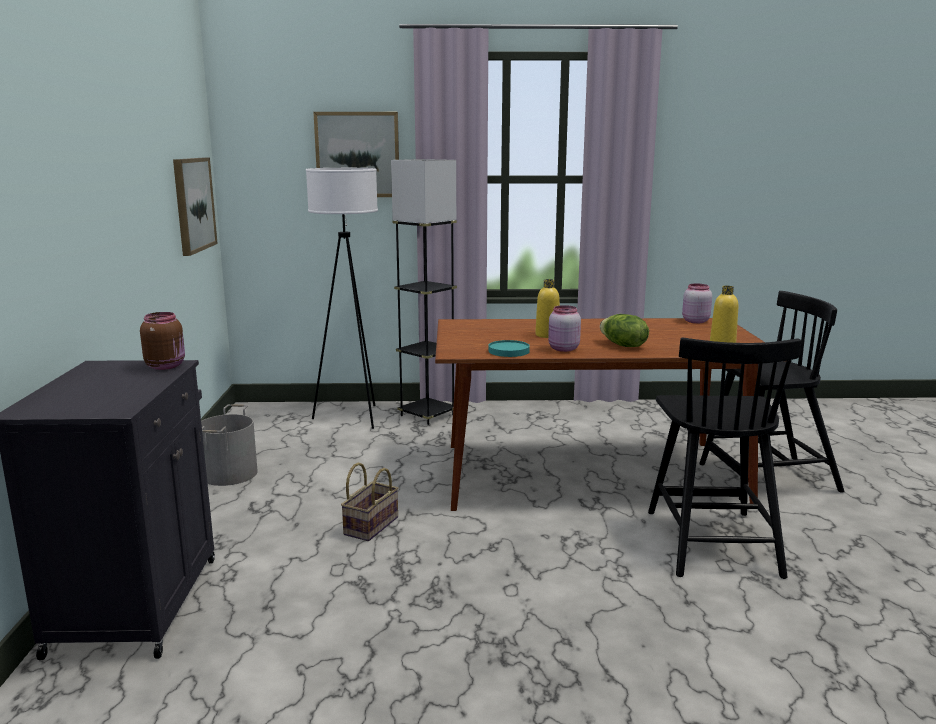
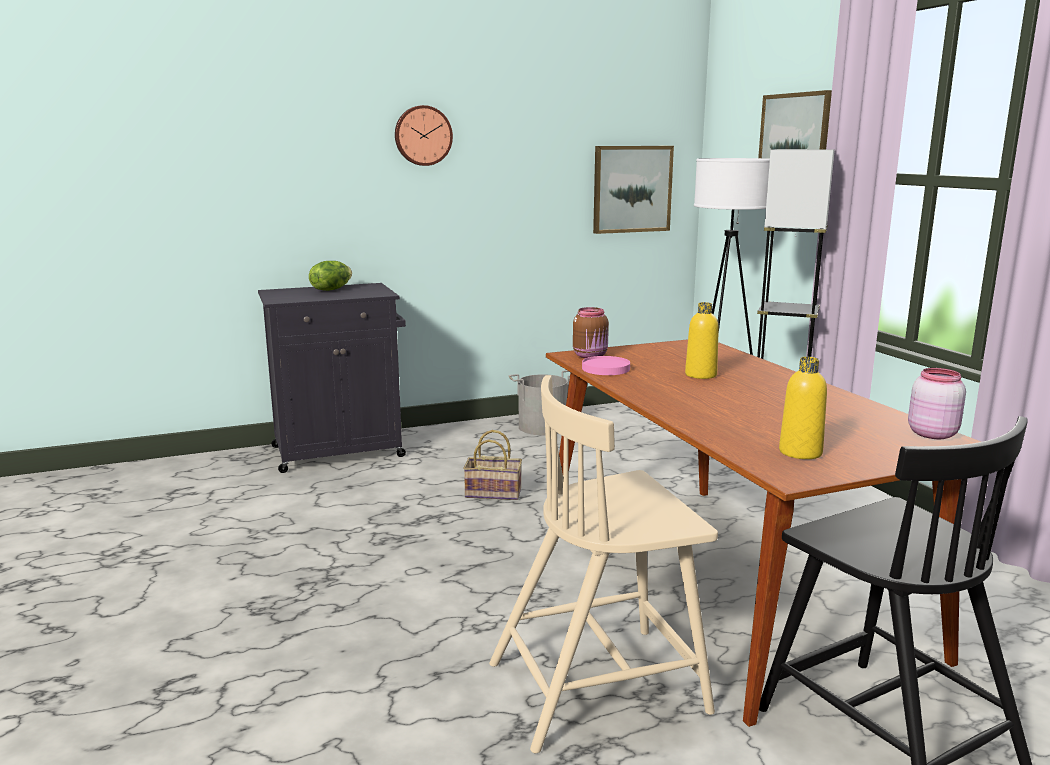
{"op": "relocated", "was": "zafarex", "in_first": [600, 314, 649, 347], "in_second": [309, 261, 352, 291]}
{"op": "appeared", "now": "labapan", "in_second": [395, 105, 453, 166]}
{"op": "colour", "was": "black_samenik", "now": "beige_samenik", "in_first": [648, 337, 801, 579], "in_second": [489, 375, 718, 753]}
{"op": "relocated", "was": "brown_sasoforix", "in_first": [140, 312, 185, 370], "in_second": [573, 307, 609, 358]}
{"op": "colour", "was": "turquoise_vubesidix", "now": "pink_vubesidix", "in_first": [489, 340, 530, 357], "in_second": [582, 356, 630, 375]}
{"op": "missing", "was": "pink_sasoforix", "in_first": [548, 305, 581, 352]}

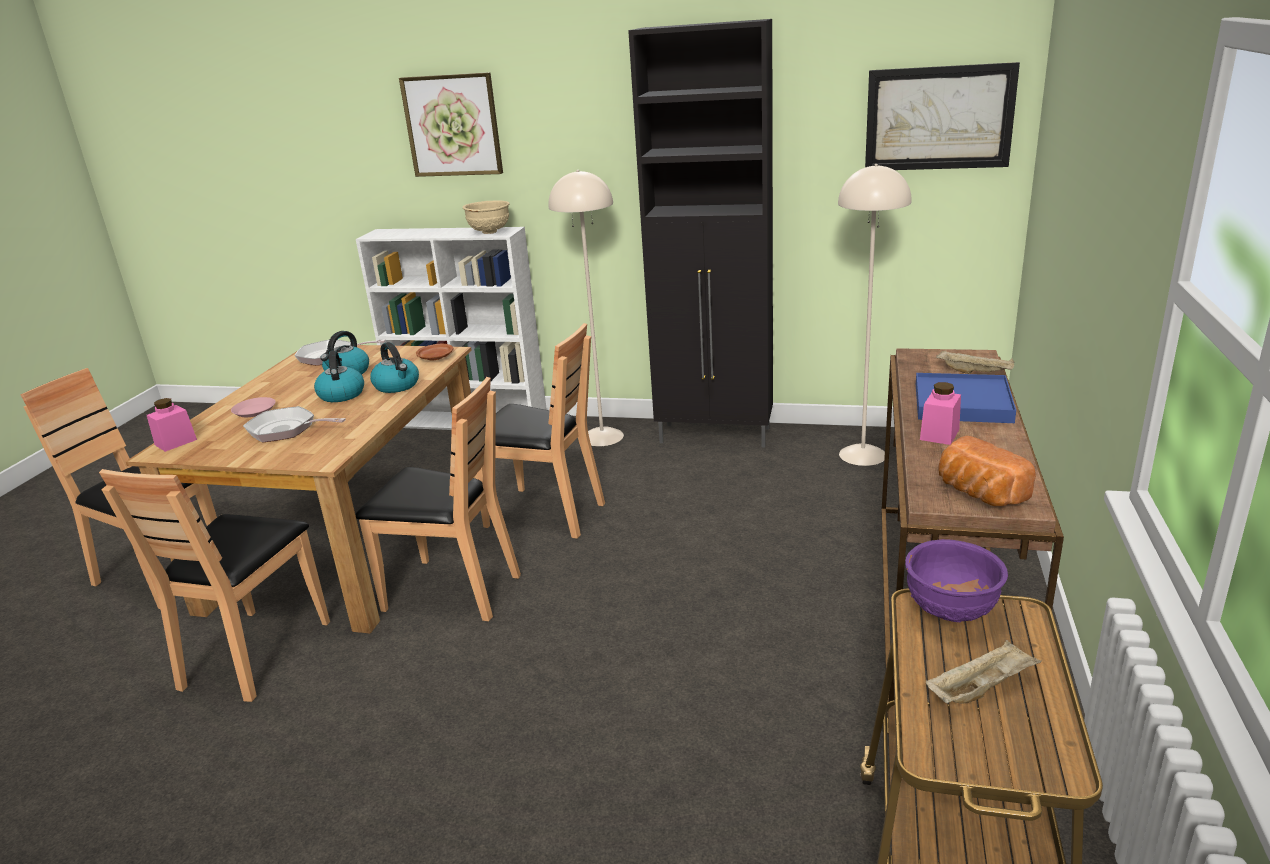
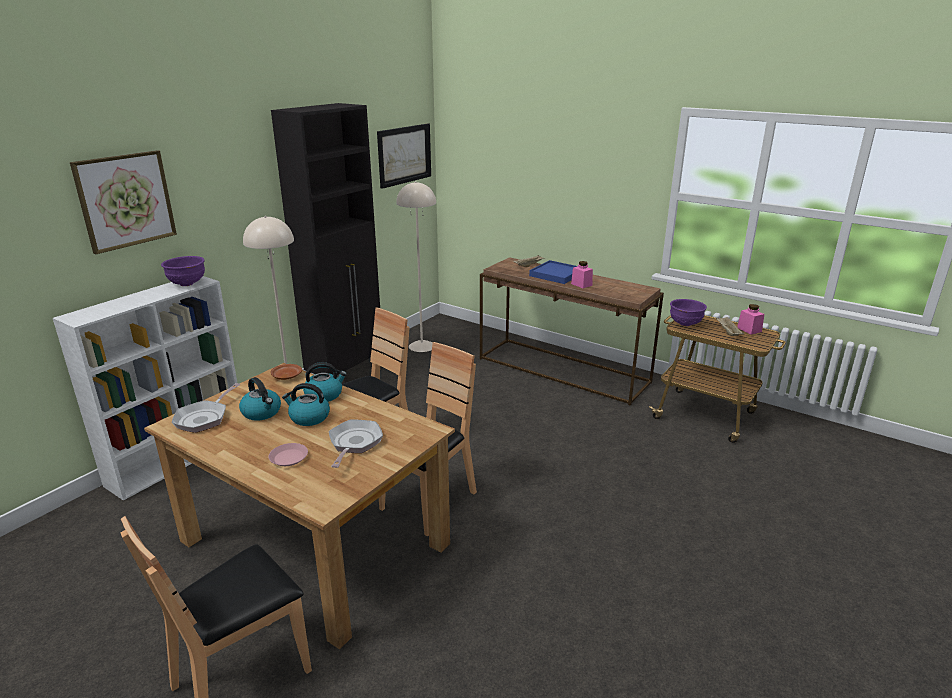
{"op": "colour", "was": "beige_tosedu", "now": "purple_tosedu", "in_first": [463, 201, 510, 234], "in_second": [161, 256, 205, 286]}
{"op": "spun", "was": "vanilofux", "in_first": [243, 406, 346, 442], "in_second": [329, 420, 383, 468], "clockwise": 150}
{"op": "relocated", "was": "pink_sasoforix", "in_first": [147, 398, 197, 452], "in_second": [737, 304, 764, 335]}
{"op": "missing", "was": "brown_samenik", "in_first": [99, 469, 330, 702]}
{"op": "missing", "was": "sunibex", "in_first": [938, 436, 1036, 506]}

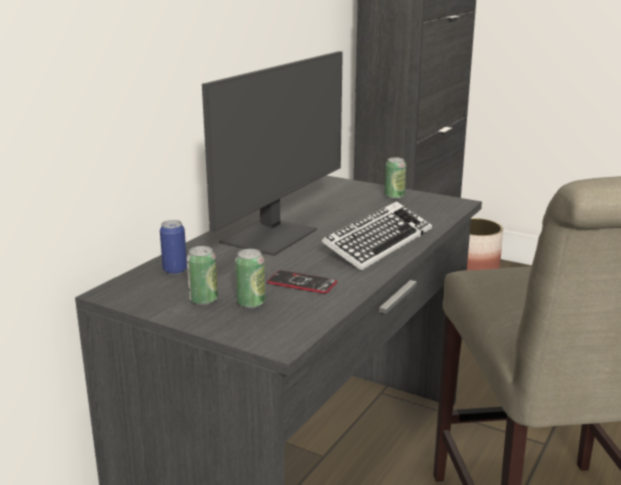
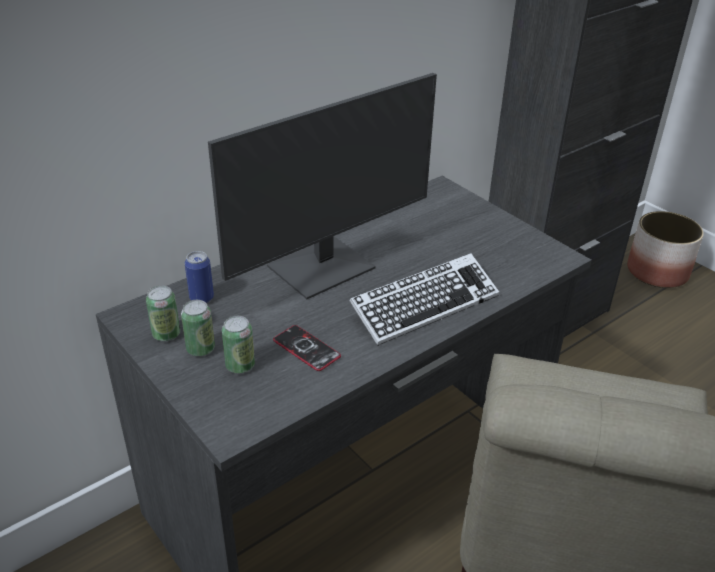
{"op": "relocated", "was": "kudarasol", "in_first": [385, 157, 406, 199], "in_second": [146, 286, 180, 341]}

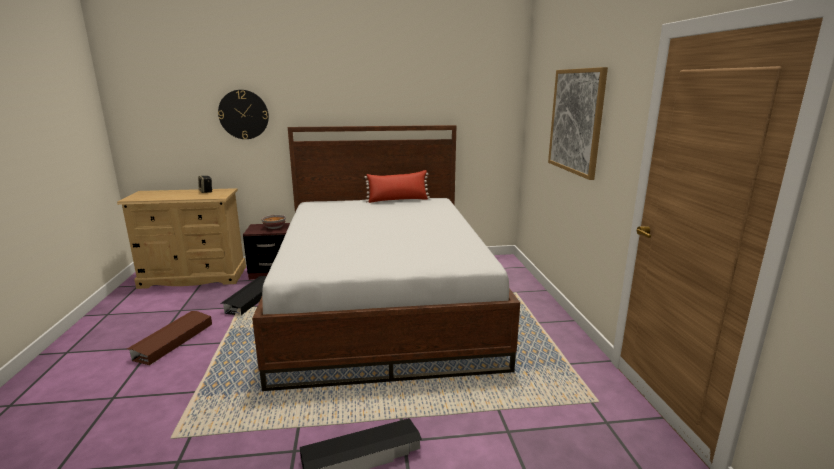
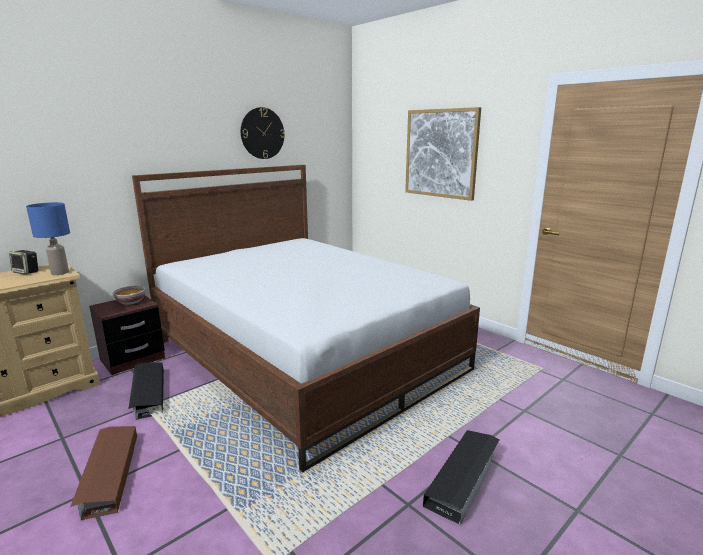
{"op": "appeared", "now": "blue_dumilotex", "in_second": [26, 202, 70, 275]}
{"op": "relocated", "was": "labapan", "in_first": [218, 90, 269, 139], "in_second": [241, 107, 285, 159]}
{"op": "missing", "was": "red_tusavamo", "in_first": [364, 170, 430, 203]}

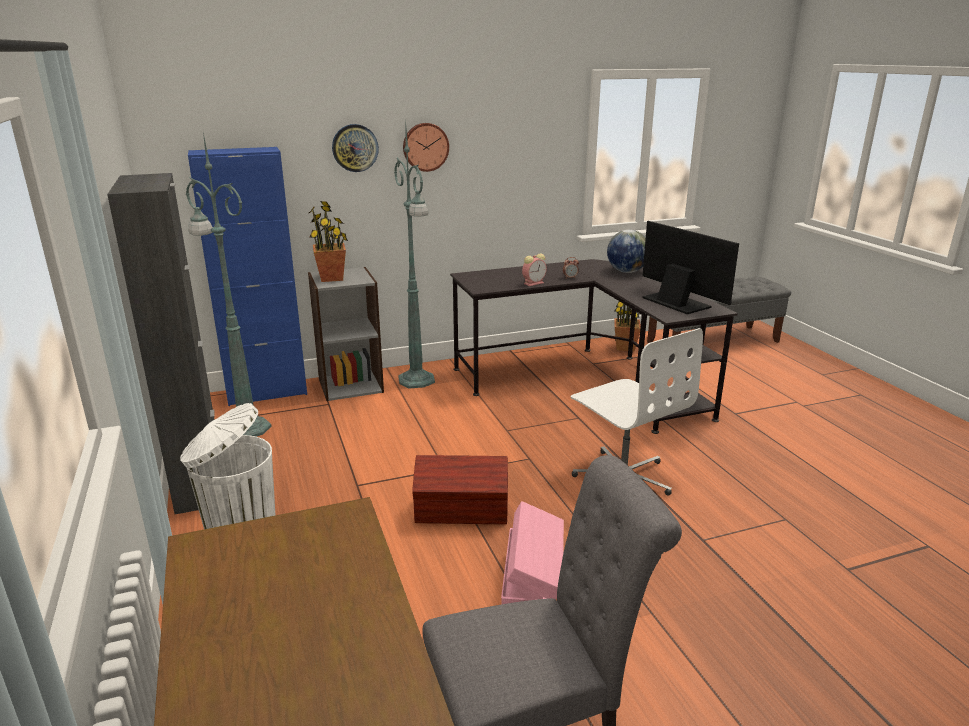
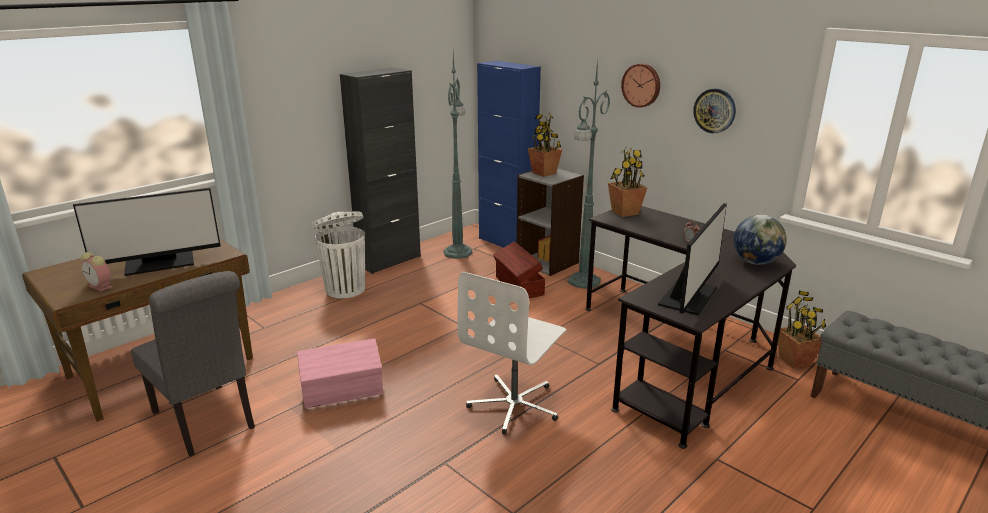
{"op": "appeared", "now": "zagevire", "in_second": [73, 188, 221, 276]}
{"op": "relocated", "was": "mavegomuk", "in_first": [522, 253, 547, 286], "in_second": [81, 252, 112, 292]}
{"op": "relocated", "was": "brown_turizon", "in_first": [412, 455, 508, 524], "in_second": [493, 241, 545, 298]}
{"op": "appeared", "now": "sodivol", "in_second": [608, 146, 647, 217]}
{"op": "relocated", "was": "labapan", "in_first": [332, 124, 379, 172], "in_second": [693, 88, 736, 133]}

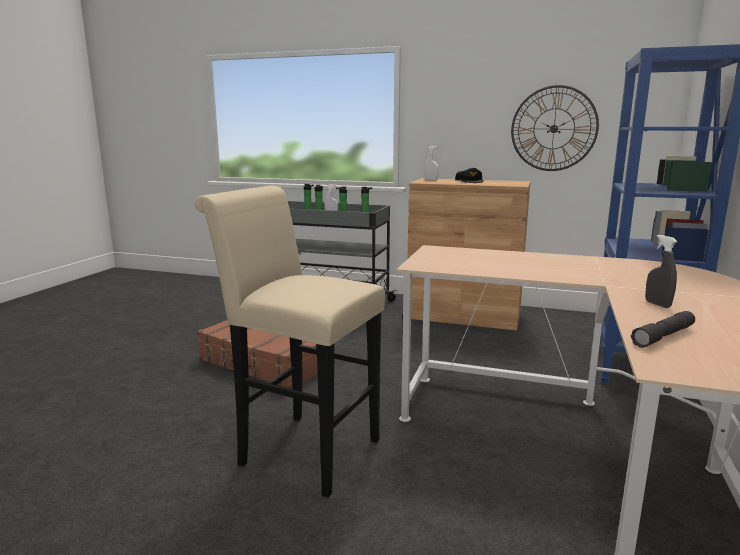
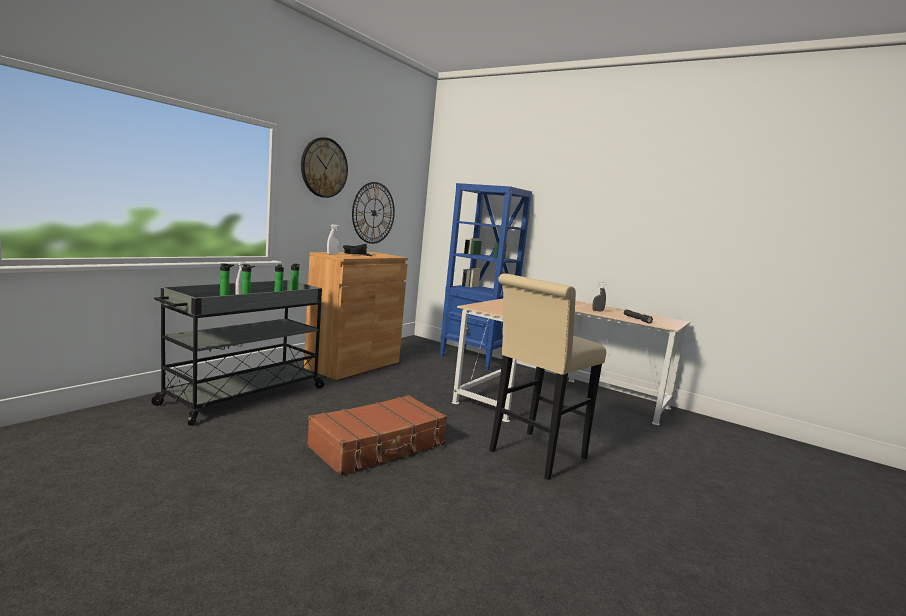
{"op": "appeared", "now": "labapan", "in_second": [301, 138, 348, 198]}

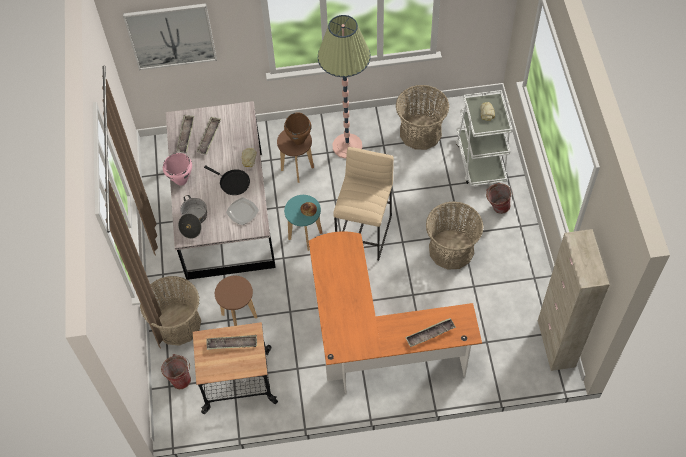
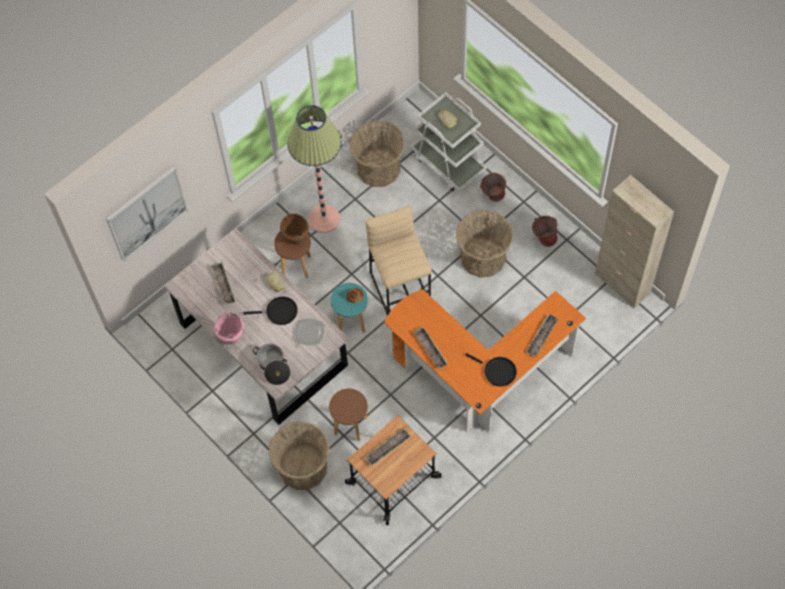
{"op": "relocated", "was": "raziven", "in_first": [176, 115, 194, 153], "in_second": [413, 326, 448, 369]}
{"op": "appeared", "now": "black_vanilofux", "in_second": [465, 353, 517, 387]}
{"op": "relocated", "was": "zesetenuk", "in_first": [161, 354, 191, 389], "in_second": [532, 216, 559, 247]}

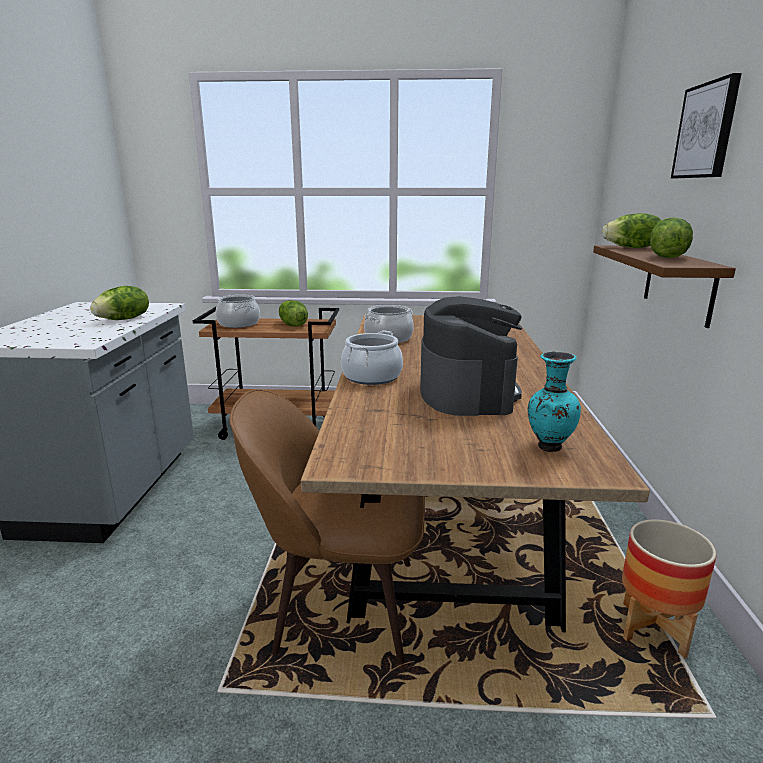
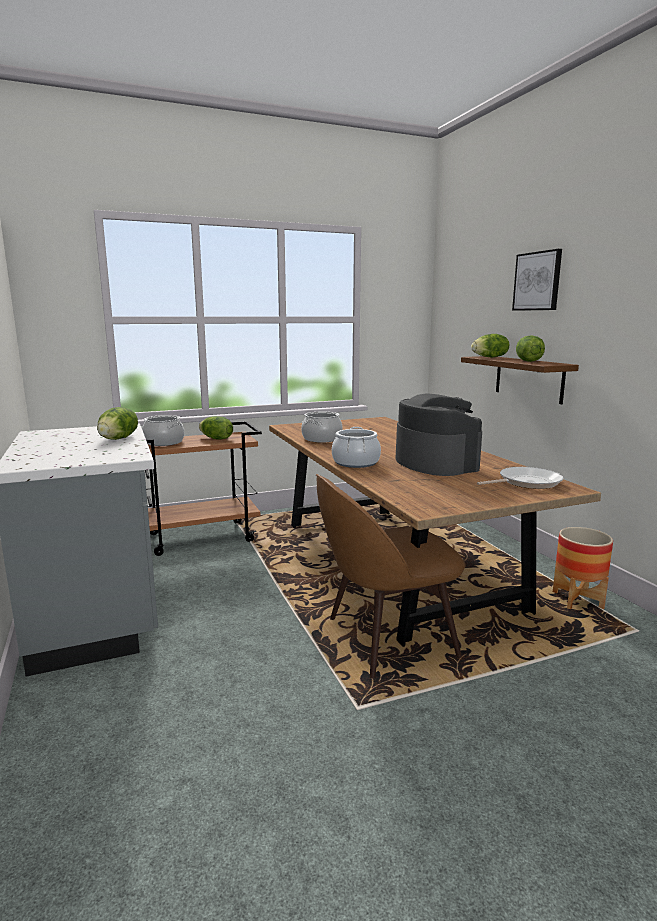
{"op": "exchanged", "was": "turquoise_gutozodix", "now": "vanilofux", "in_first": [528, 351, 581, 452], "in_second": [477, 467, 563, 489]}

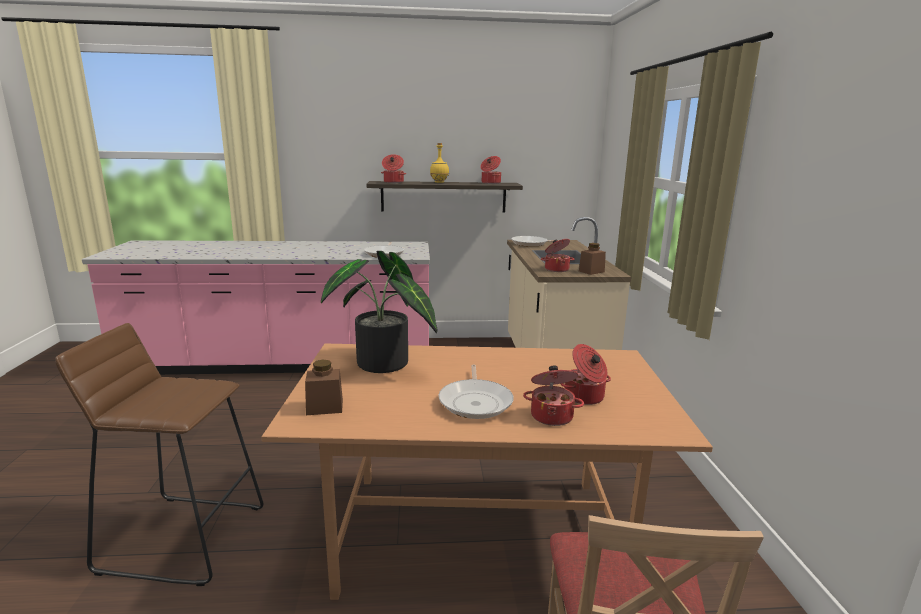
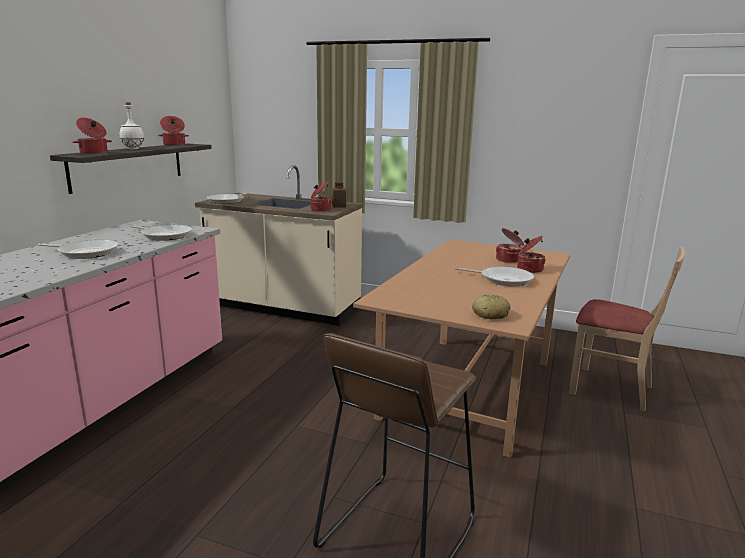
{"op": "appeared", "now": "vanilofux", "in_second": [38, 240, 119, 259]}
{"op": "colour", "was": "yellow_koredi", "now": "white_koredi", "in_first": [430, 143, 449, 183], "in_second": [120, 102, 144, 149]}
{"op": "exchanged", "was": "brown_sasoforix", "now": "sunibex", "in_first": [305, 360, 343, 415], "in_second": [472, 294, 510, 319]}
{"op": "missing", "was": "sodivol", "in_first": [321, 251, 438, 373]}

